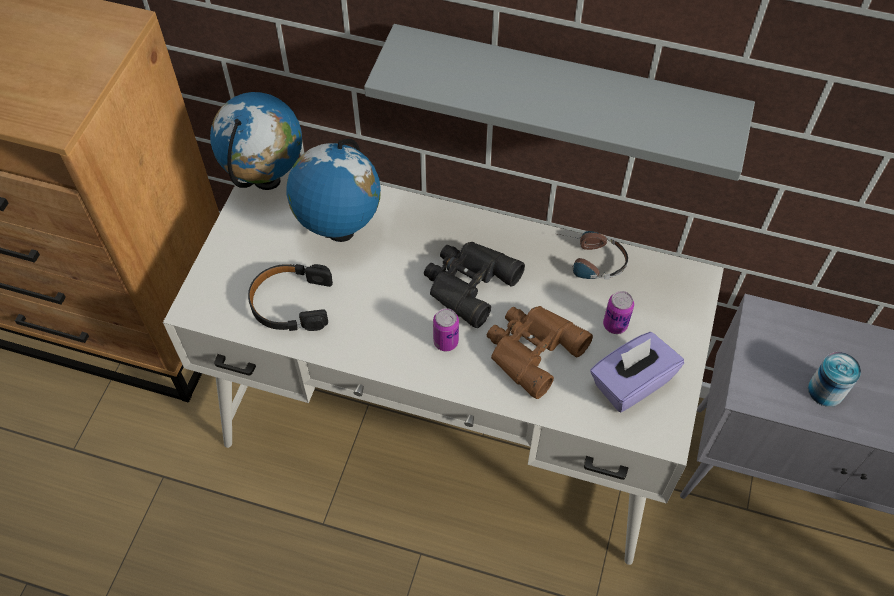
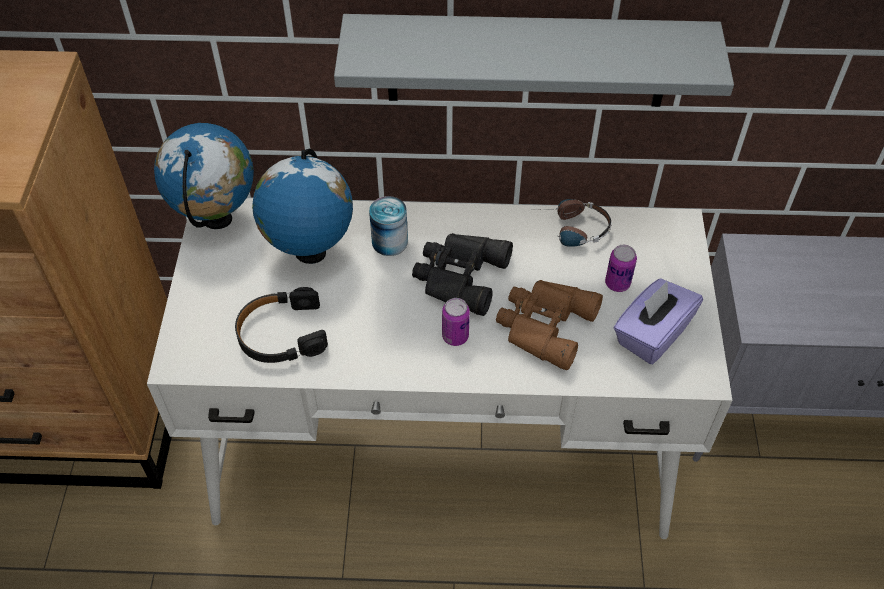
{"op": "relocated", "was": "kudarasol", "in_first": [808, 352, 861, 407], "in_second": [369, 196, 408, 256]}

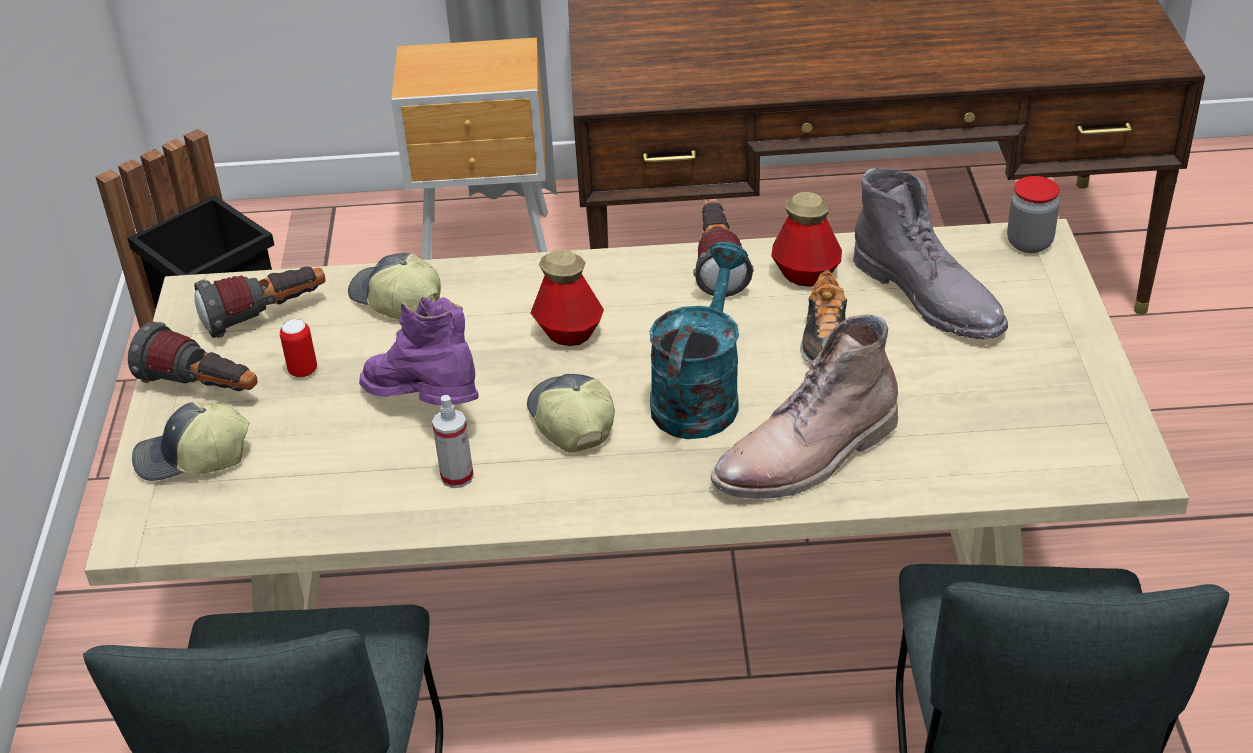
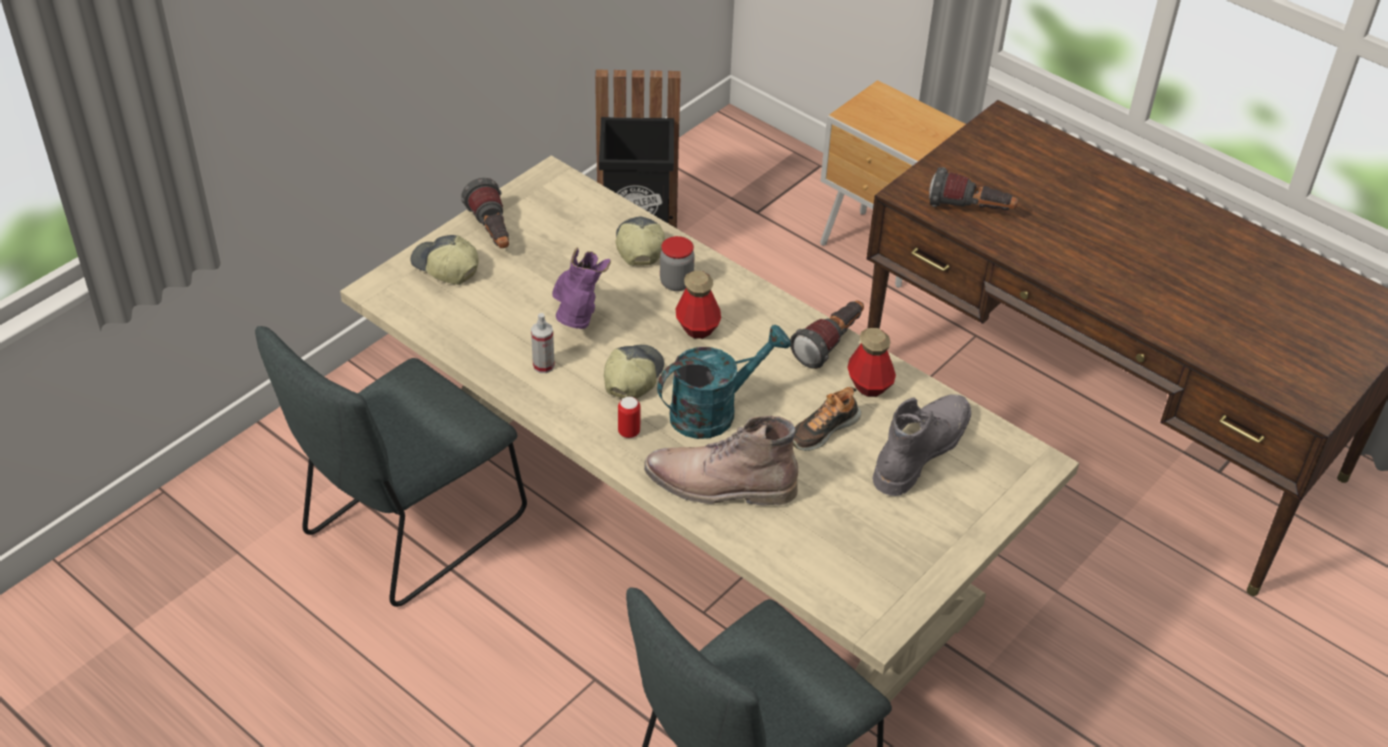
{"op": "relocated", "was": "kudarasol", "in_first": [280, 319, 317, 377], "in_second": [618, 396, 640, 438]}
{"op": "relocated", "was": "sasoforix", "in_first": [1007, 176, 1060, 253], "in_second": [660, 236, 695, 291]}
{"op": "spun", "was": "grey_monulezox", "in_first": [853, 168, 1008, 339], "in_second": [872, 394, 971, 496], "clockwise": -150}
{"op": "relocated", "was": "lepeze", "in_first": [194, 266, 326, 338], "in_second": [929, 167, 1018, 210]}

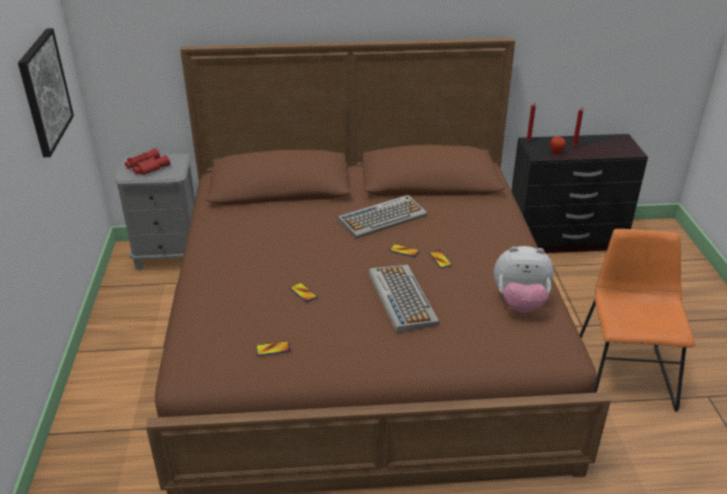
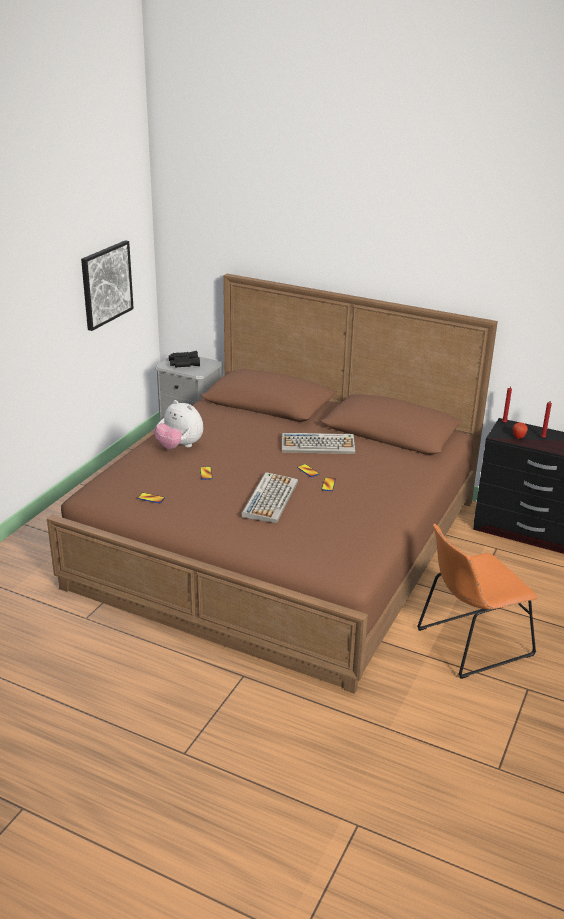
{"op": "relocated", "was": "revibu", "in_first": [494, 246, 554, 313], "in_second": [154, 400, 203, 449]}
{"op": "colour", "was": "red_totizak", "now": "black_totizak", "in_first": [125, 148, 170, 175], "in_second": [169, 351, 200, 368]}
{"op": "spun", "was": "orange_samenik", "in_first": [580, 229, 695, 412], "in_second": [417, 524, 537, 679], "clockwise": -150}

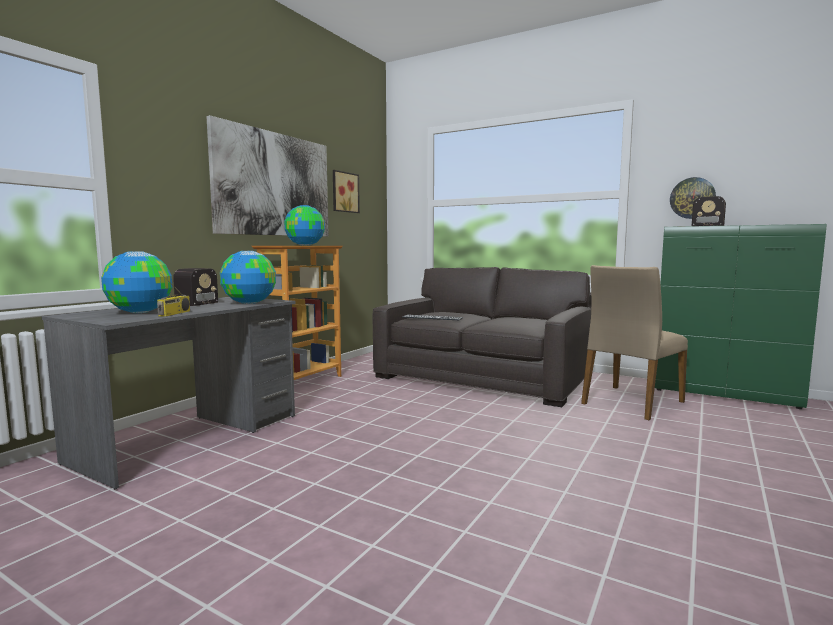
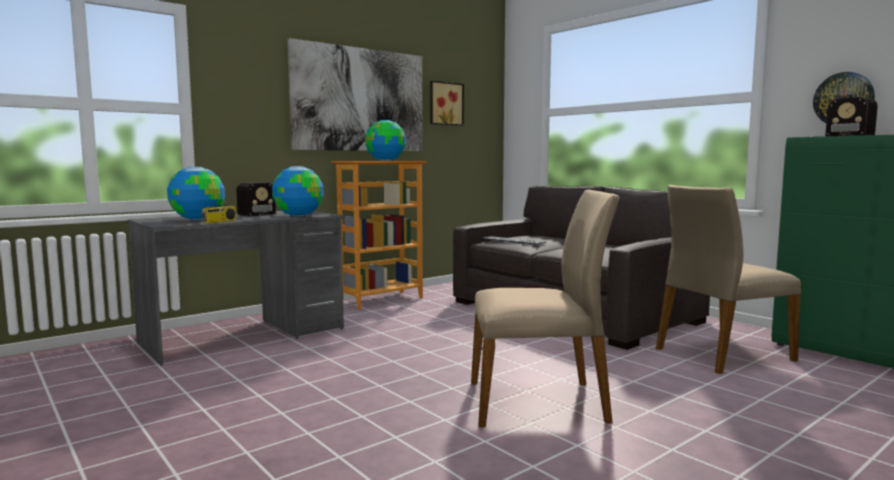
{"op": "appeared", "now": "beige_samenik", "in_second": [471, 190, 620, 427]}

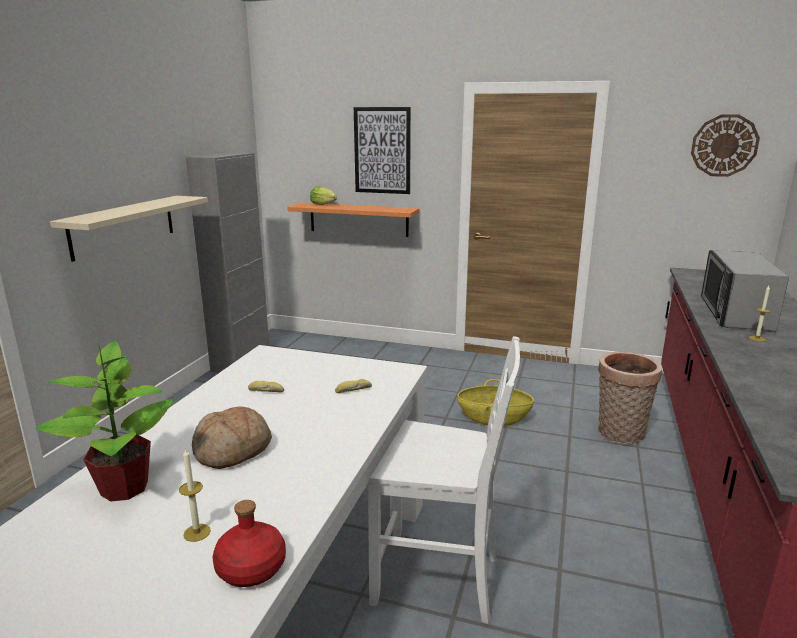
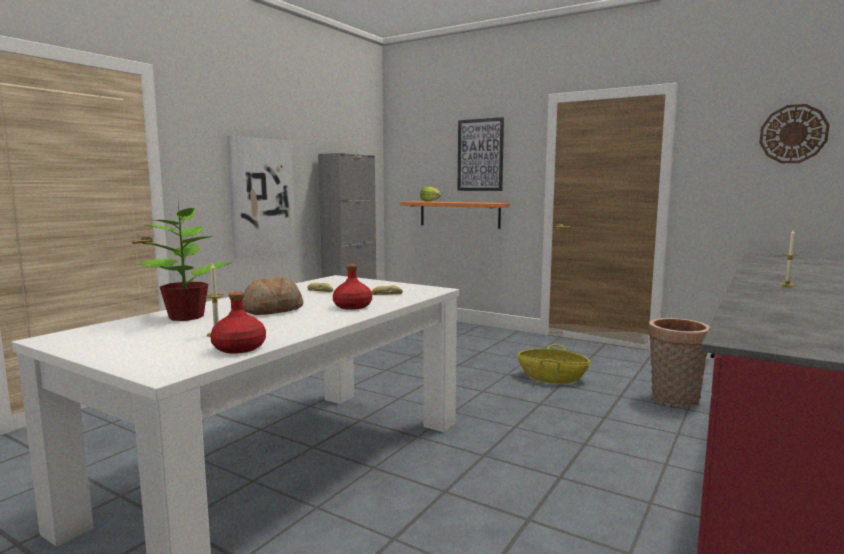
{"op": "exchanged", "was": "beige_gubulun", "now": "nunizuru", "in_first": [50, 196, 208, 262], "in_second": [227, 135, 296, 258]}
{"op": "appeared", "now": "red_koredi", "in_second": [333, 264, 372, 310]}
{"op": "missing", "was": "white_samenik", "in_first": [368, 336, 520, 624]}
{"op": "missing", "was": "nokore", "in_first": [701, 250, 789, 332]}

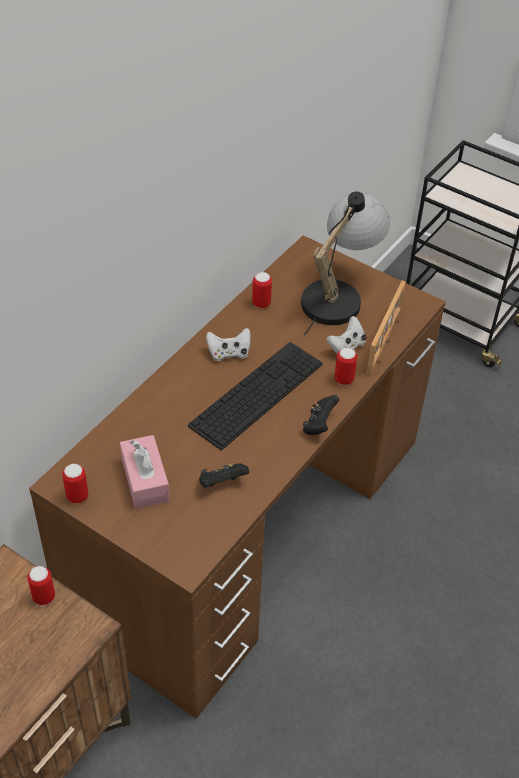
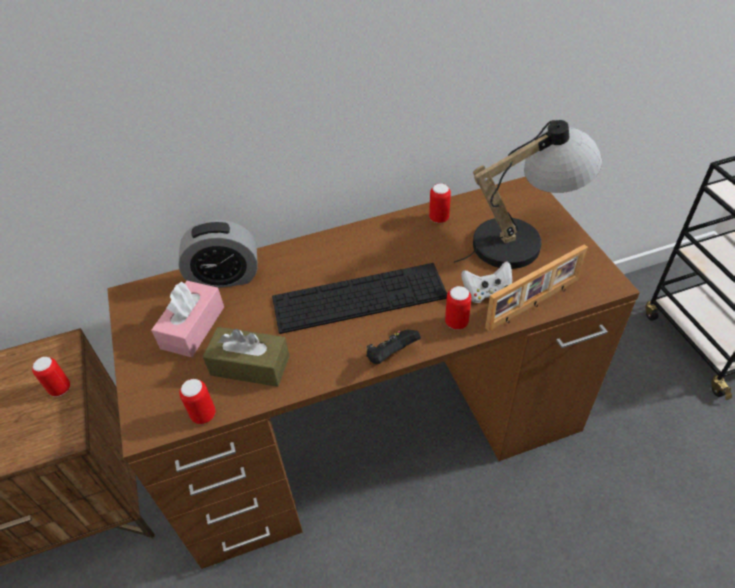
{"op": "appeared", "now": "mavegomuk", "in_second": [178, 220, 258, 288]}
{"op": "relocated", "was": "kudarasol", "in_first": [62, 464, 88, 504], "in_second": [180, 379, 216, 424]}
{"op": "exchanged", "was": "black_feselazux", "now": "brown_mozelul", "in_first": [199, 463, 249, 487], "in_second": [203, 327, 290, 387]}
{"op": "missing", "was": "white_feselazux", "in_first": [206, 328, 251, 361]}

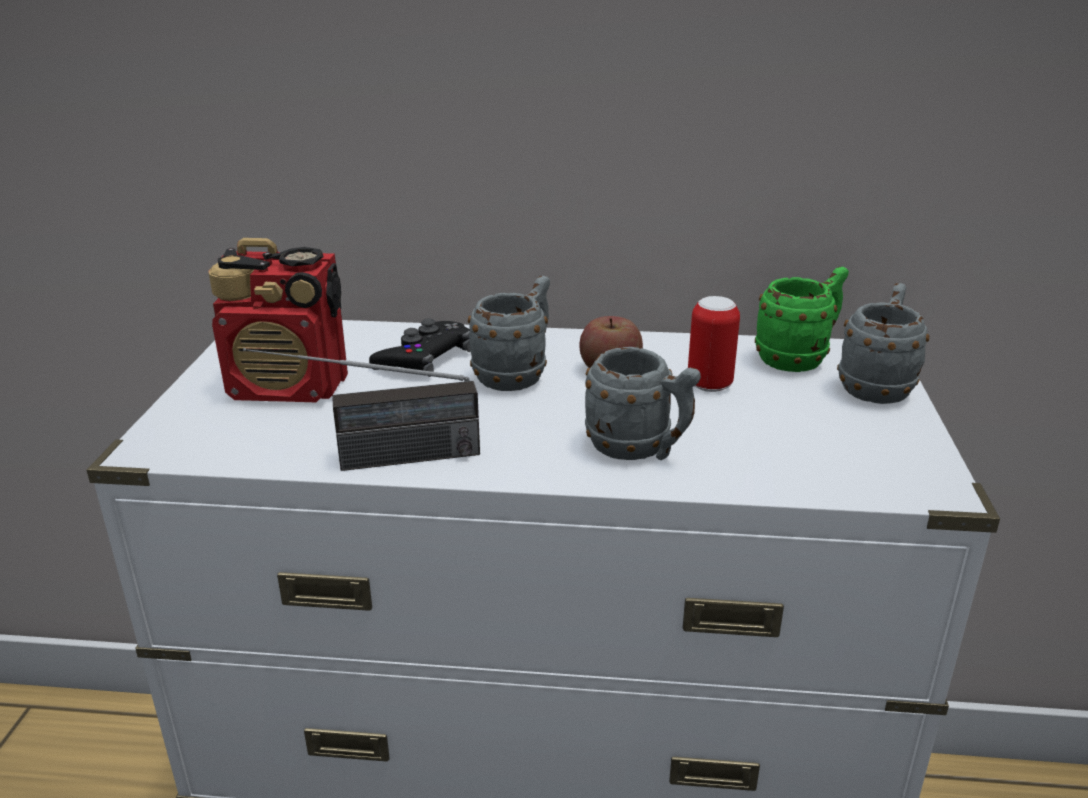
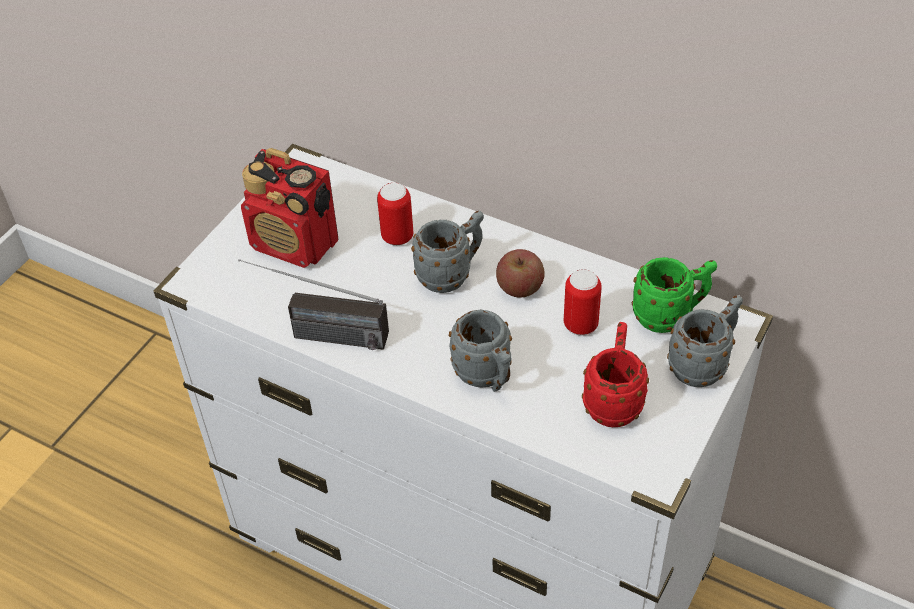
{"op": "exchanged", "was": "black_feselazux", "now": "kudarasol", "in_first": [369, 318, 471, 377], "in_second": [377, 183, 413, 245]}
{"op": "appeared", "now": "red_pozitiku", "in_second": [582, 322, 649, 427]}

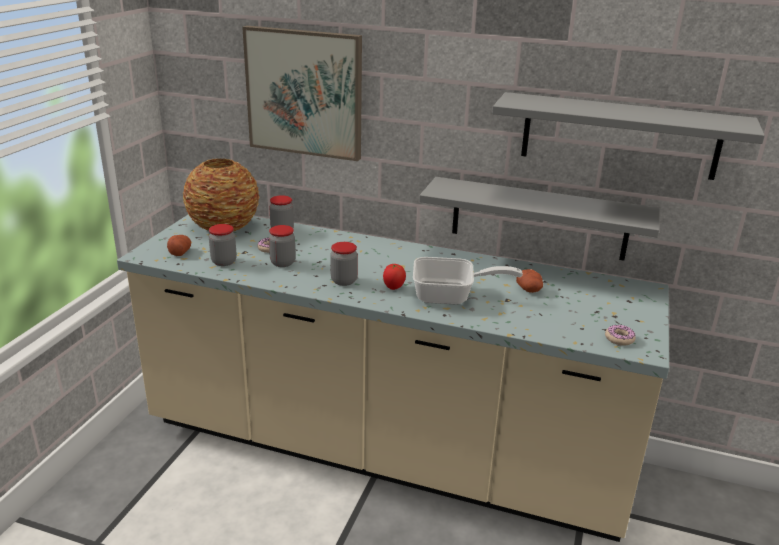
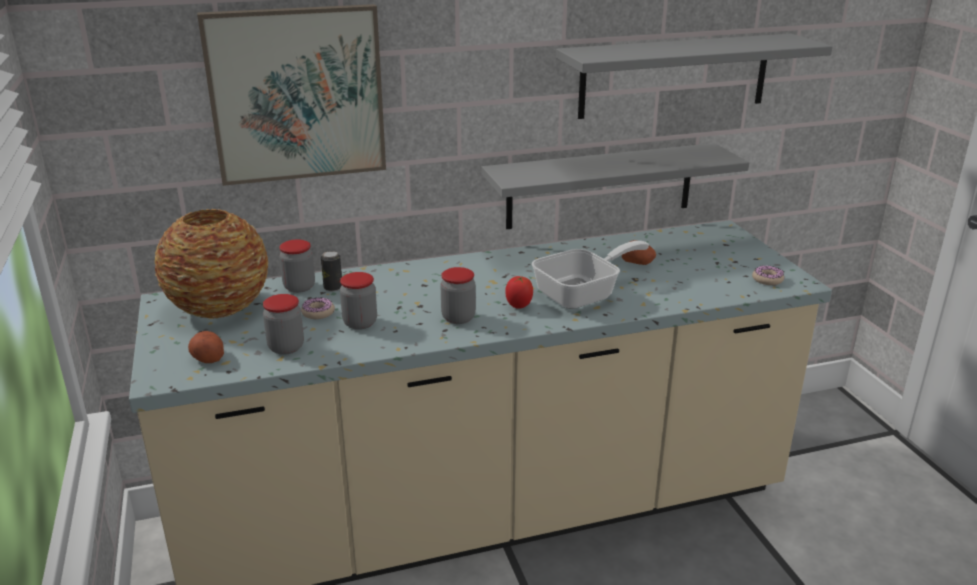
{"op": "appeared", "now": "kudarasol", "in_second": [321, 251, 342, 291]}

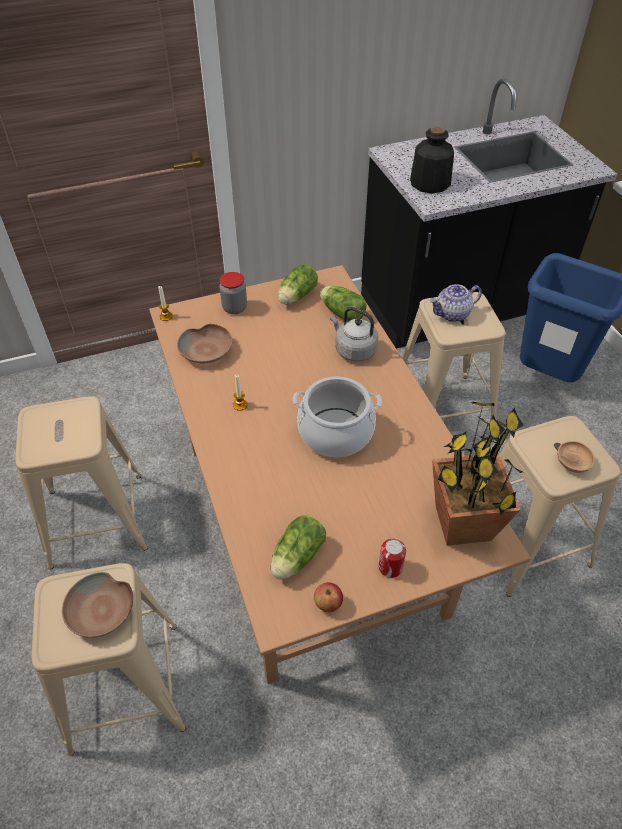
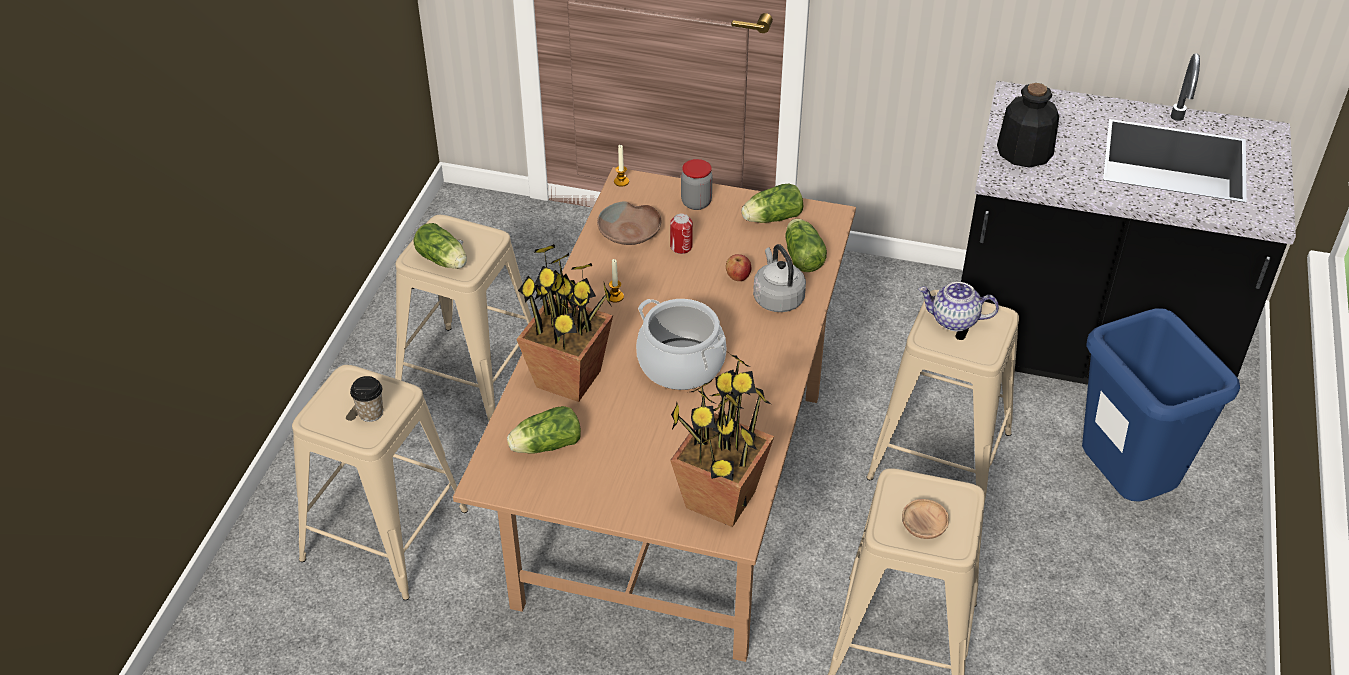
{"op": "exchanged", "was": "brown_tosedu", "now": "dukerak", "in_first": [62, 572, 133, 638], "in_second": [350, 376, 383, 422]}
{"op": "appeared", "now": "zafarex", "in_second": [413, 223, 467, 269]}
{"op": "appeared", "now": "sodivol", "in_second": [516, 244, 613, 402]}
{"op": "relocated", "was": "kudarasol", "in_first": [379, 539, 406, 578], "in_second": [670, 214, 693, 254]}
{"op": "relocated", "was": "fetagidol", "in_first": [314, 582, 343, 612], "in_second": [726, 254, 751, 281]}

